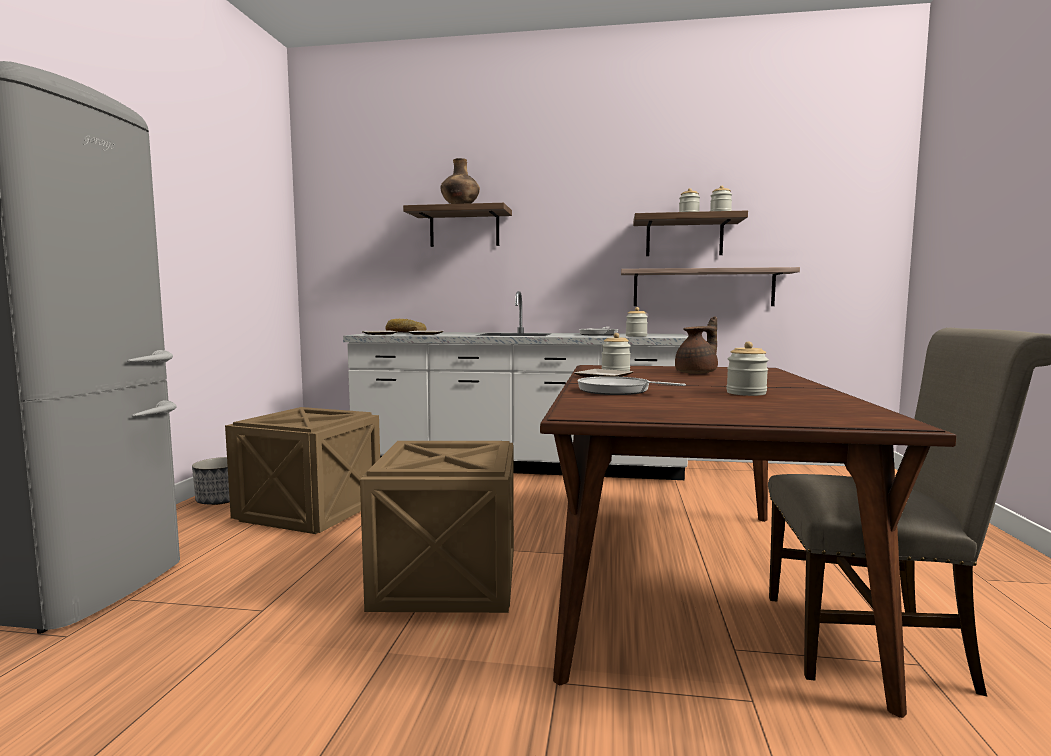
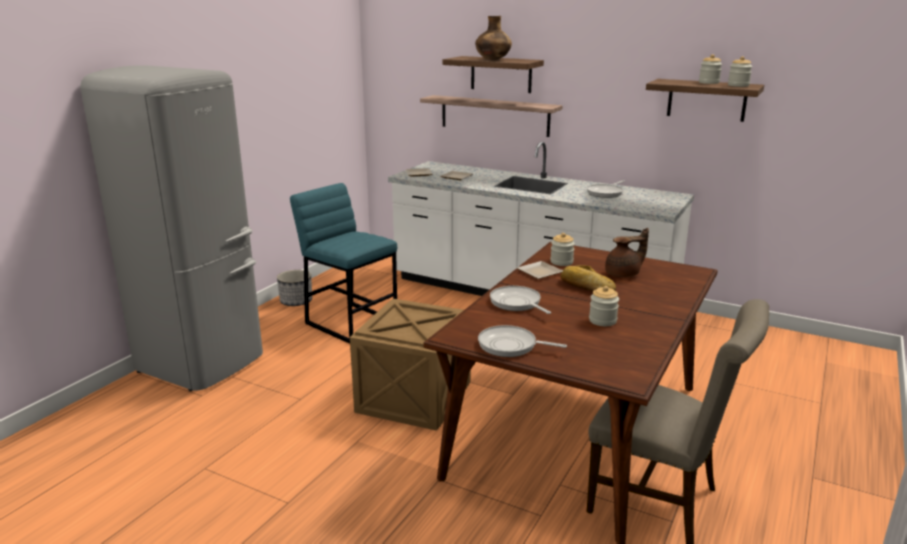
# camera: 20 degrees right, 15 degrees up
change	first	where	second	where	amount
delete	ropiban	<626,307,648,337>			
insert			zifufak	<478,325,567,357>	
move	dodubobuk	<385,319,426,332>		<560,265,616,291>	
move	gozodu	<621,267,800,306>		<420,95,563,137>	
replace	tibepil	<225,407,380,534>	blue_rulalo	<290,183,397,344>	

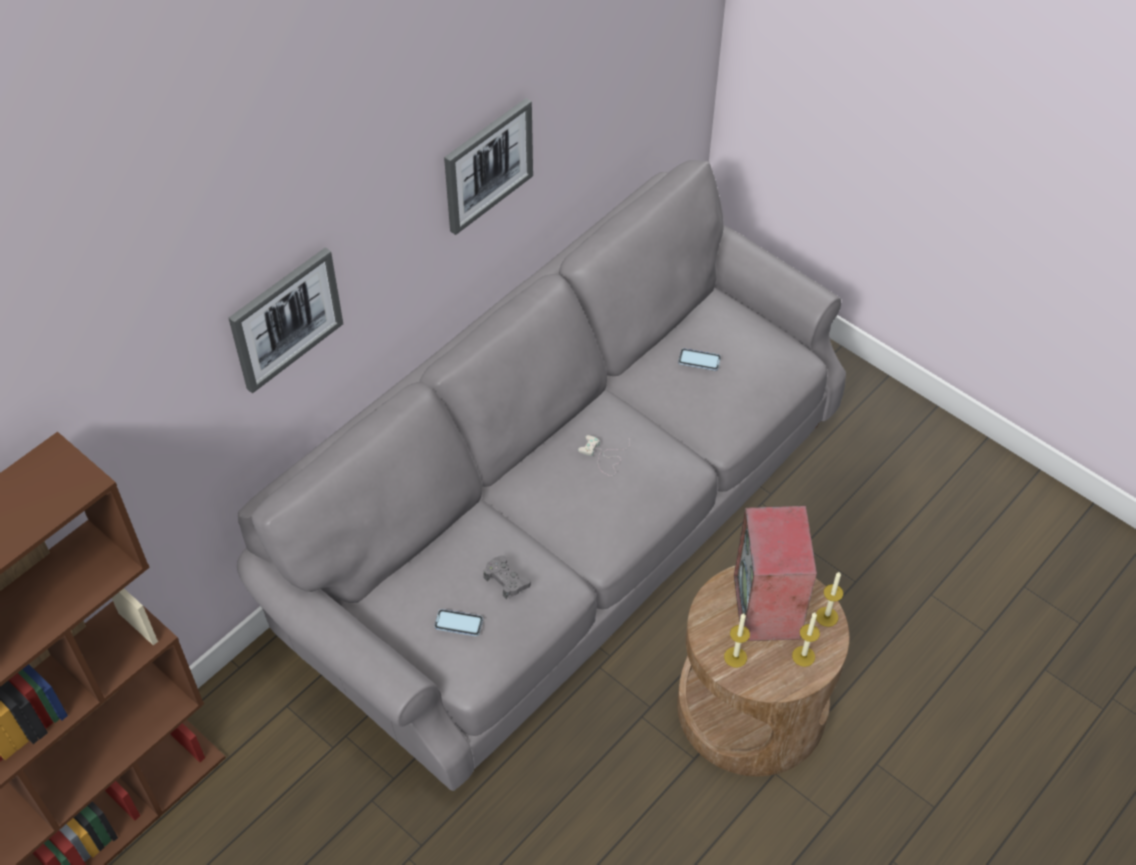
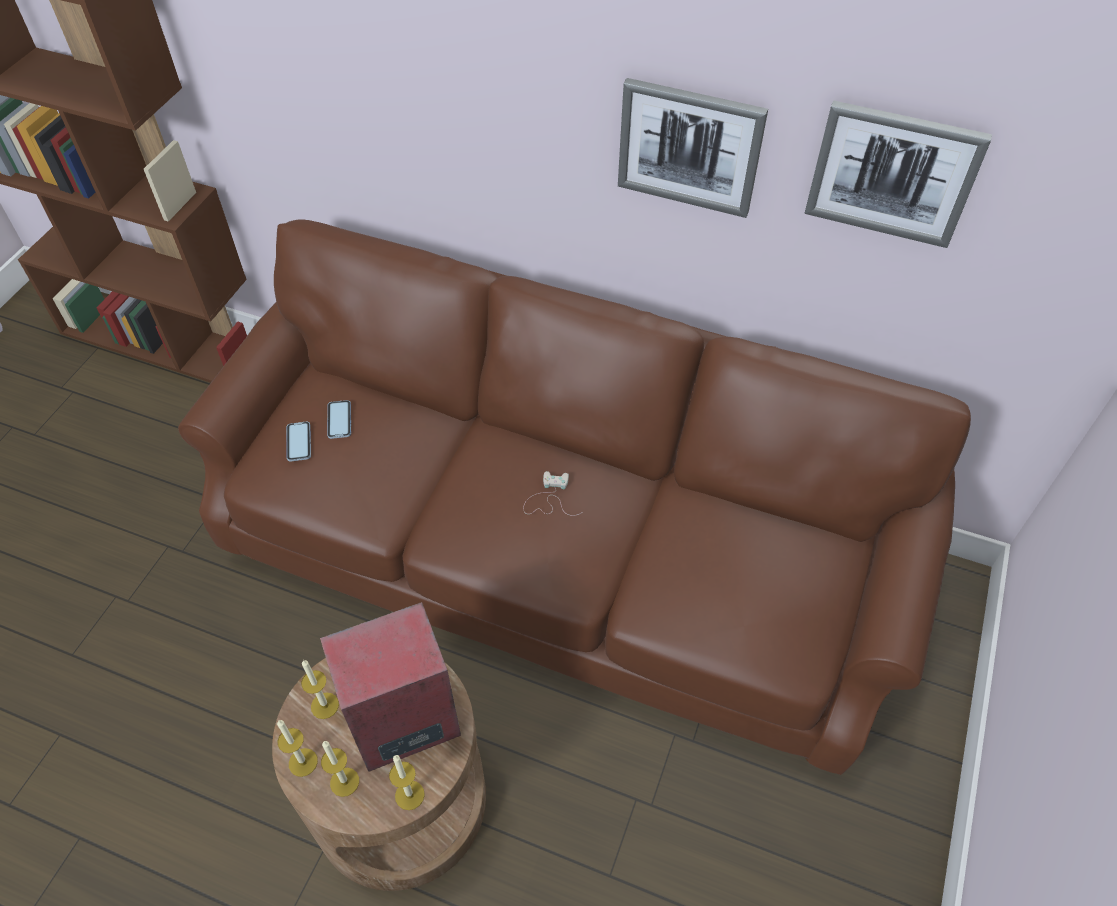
# camera: 70 degrees right, 0 degrees up
change	first	where	second	where	amount
delete	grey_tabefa	<484,555,531,599>			
insert			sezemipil	<277,720,318,777>	
move	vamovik	<229,247,343,393>		<804,100,992,248>	
move	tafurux	<678,348,721,371>		<327,400,351,439>	
recolor	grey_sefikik	<237,160,846,791>	brown_sefikik	<178,219,971,775>	

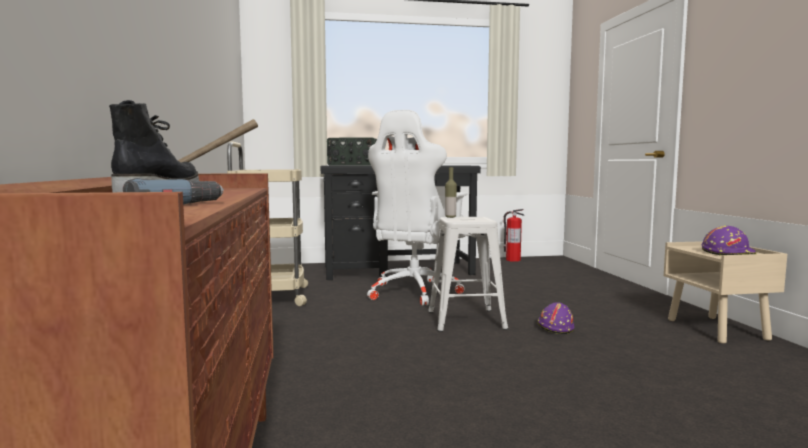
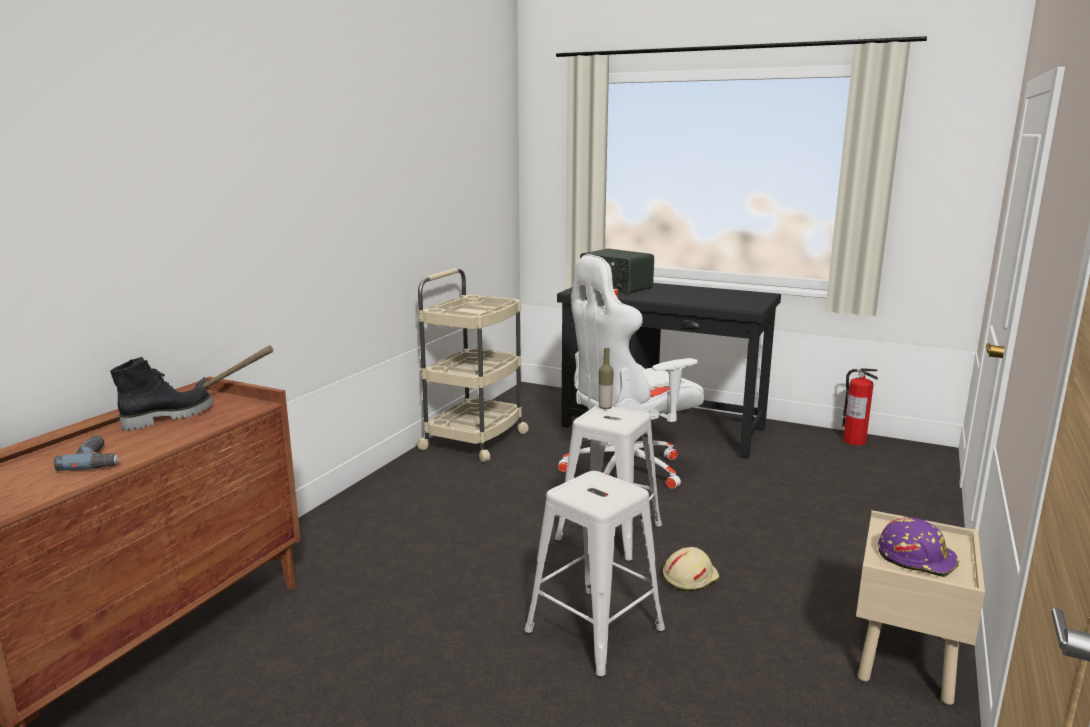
# camera: 35 degrees right, 10 degrees up
change	first	where	second	where	amount
insert			white_rulalo	<524,471,665,678>	
recolor	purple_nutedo	<537,302,574,334>	beige_nutedo	<663,547,720,592>	

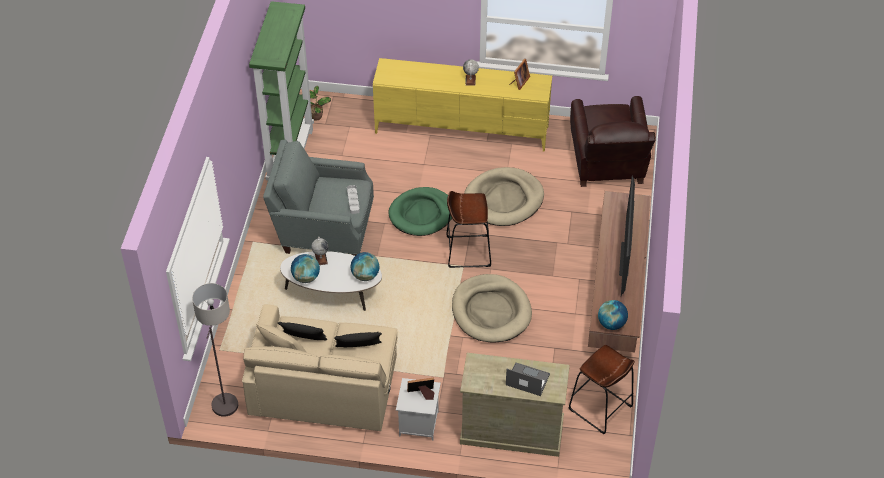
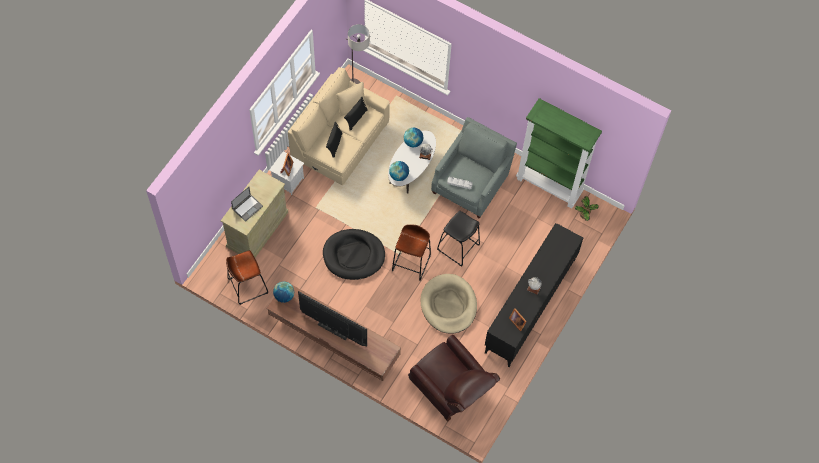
# camera: 110 degrees right, 15 degrees up
change	first	where	second	where	amount
replace	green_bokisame	<388,187,452,236>	black_rulalo	<437,211,480,266>	
recolor	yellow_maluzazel	<373,58,552,152>	black_maluzazel	<485,223,583,367>	
recolor	beige_bokisame	<452,274,532,343>	black_bokisame	<323,229,385,280>	
rotate	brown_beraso	<570,96,656,187>		<408,335,500,422>	150 degrees counterclockwise

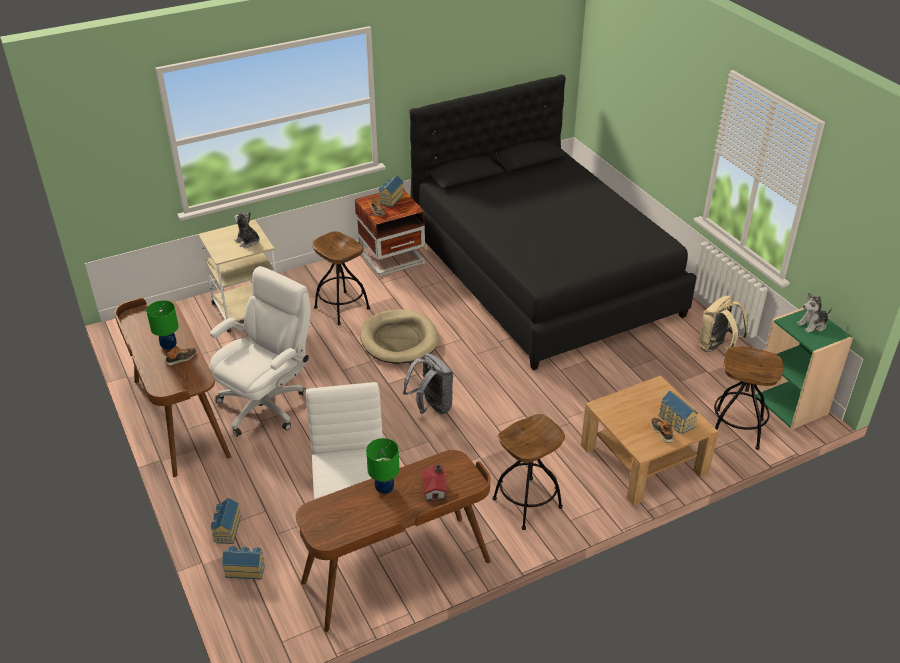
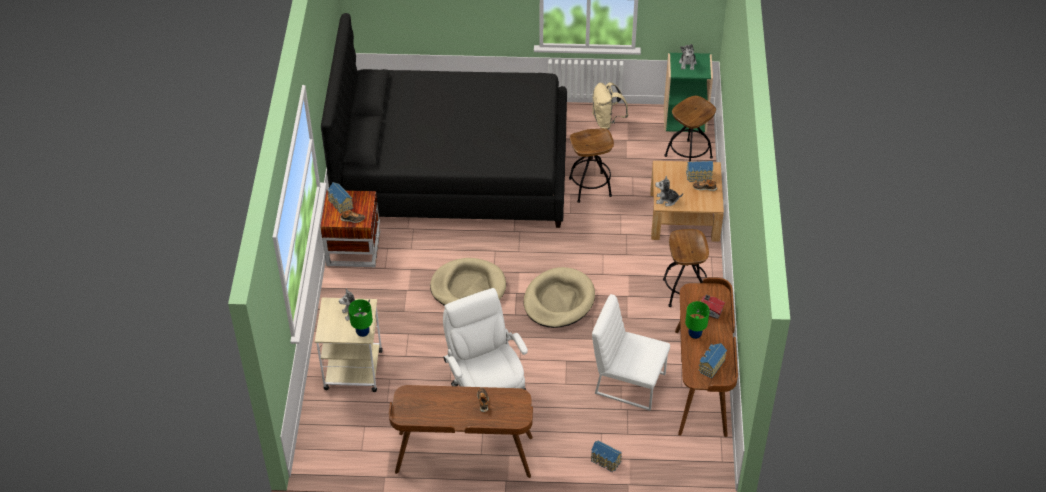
# camera: 60 degrees left, 10 degrees up
change	first	where	second	where	amount
insert			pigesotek	<655,176,683,207>	
move	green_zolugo	<146,300,179,350>		<348,299,373,337>	
move	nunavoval	<222,546,265,579>		<698,343,727,378>	
move	brown_rulalo	<312,231,370,325>		<569,128,614,203>	
replace	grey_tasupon	<403,353,454,414>	beige_bokisame	<523,267,595,328>	

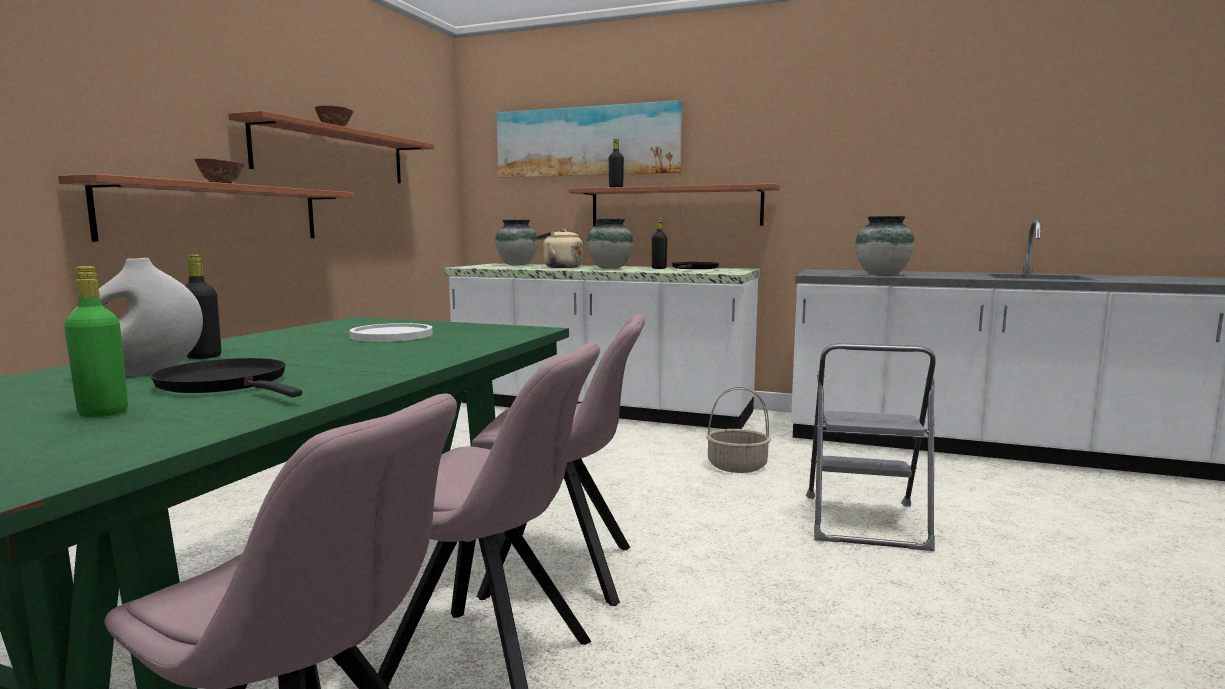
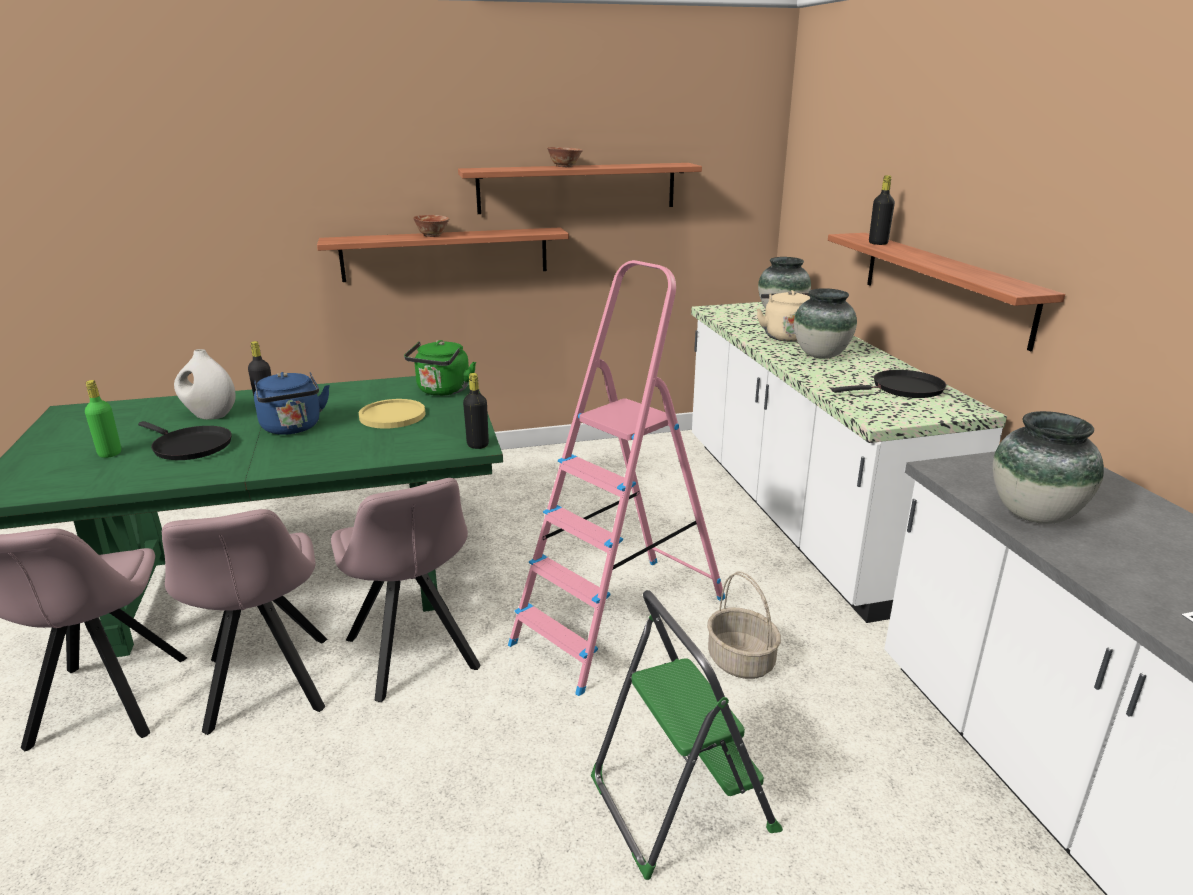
# camera: 55 degrees right, 15 degrees up
change	first	where	second	where	amount
delete	vamovik	<496,100,682,178>			
insert			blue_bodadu	<254,372,330,435>	
insert			green_bodadu	<404,340,476,396>	
insert			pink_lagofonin	<508,260,725,696>	
move	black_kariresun	<652,219,667,269>		<463,373,489,449>	
recolor	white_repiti	<349,323,433,342>	yellow_repiti	<359,399,426,429>	
recolor	grey_lagofonin	<806,343,936,551>	green_lagofonin	<591,590,783,880>	
rotate	black_zifufak	<150,358,302,397>		<138,421,232,460>	120 degrees clockwise

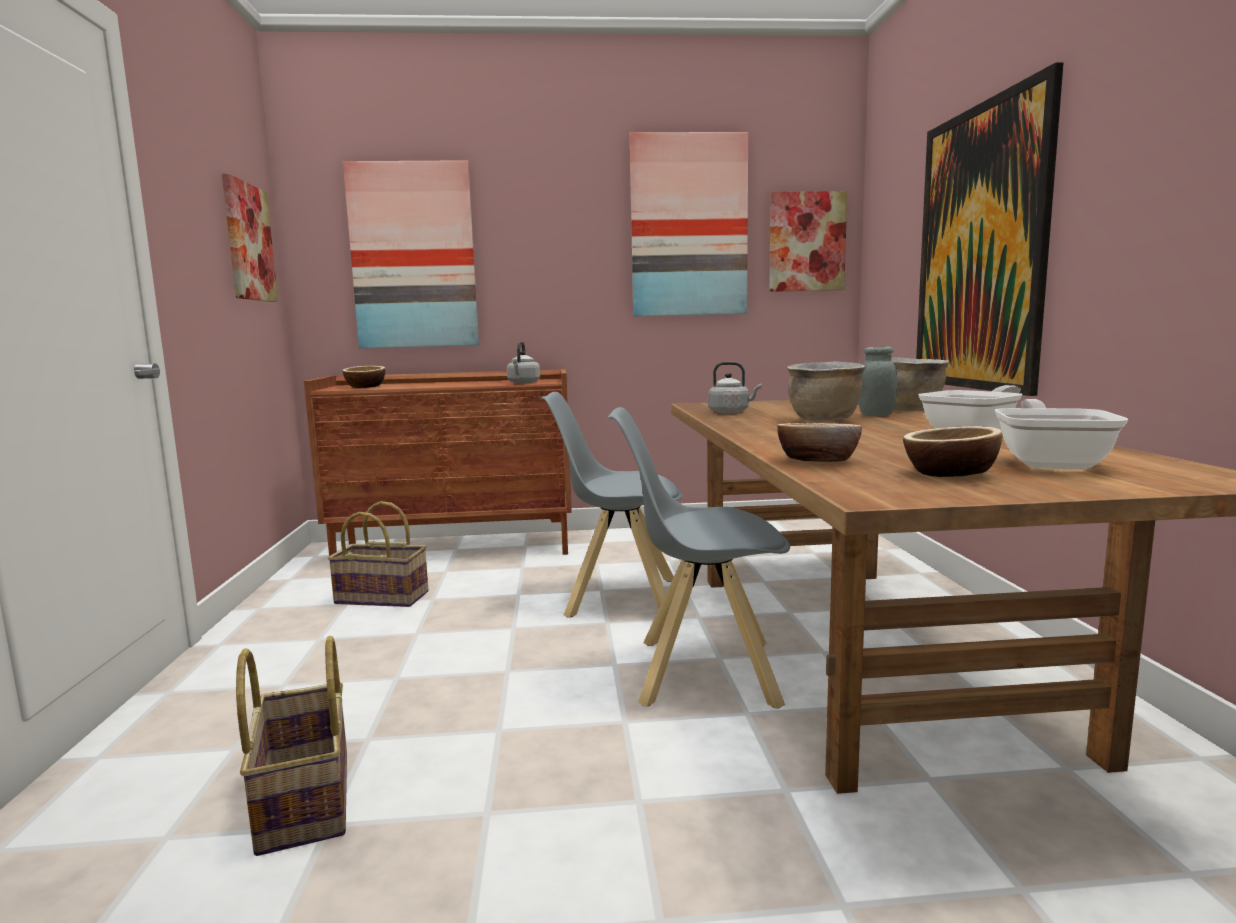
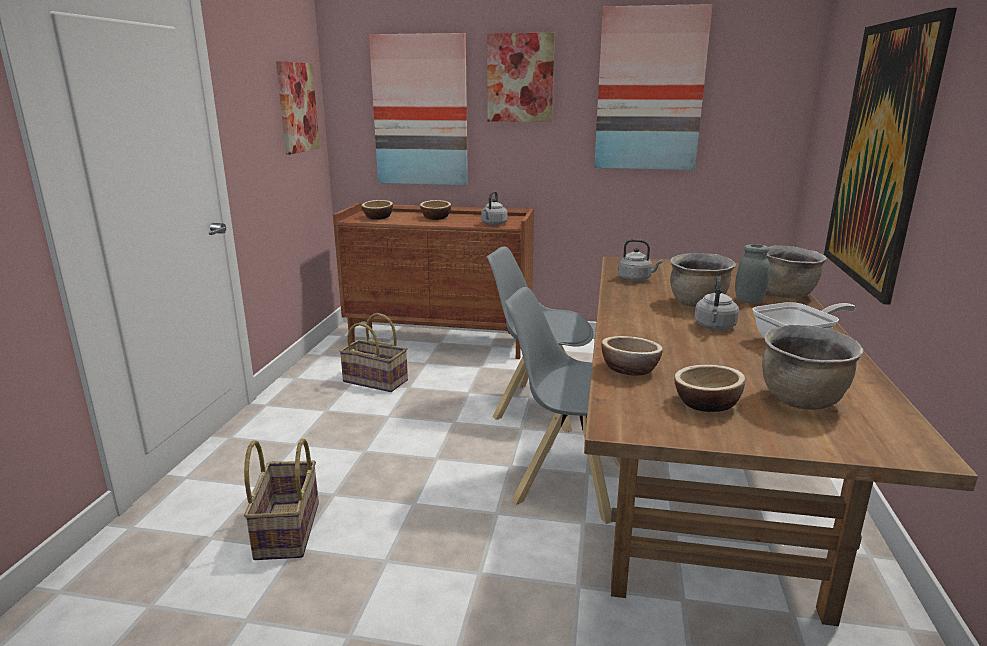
# camera: 15 degrees right, 10 degrees up
change	first	where	second	where	amount
insert			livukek	<420,200,451,220>	
insert			grey_bodadu	<694,276,739,330>	
move	vamovik	<769,191,847,292>		<487,33,555,122>	
replace	zifufak	<995,399,1129,470>	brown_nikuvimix	<762,325,864,410>	

